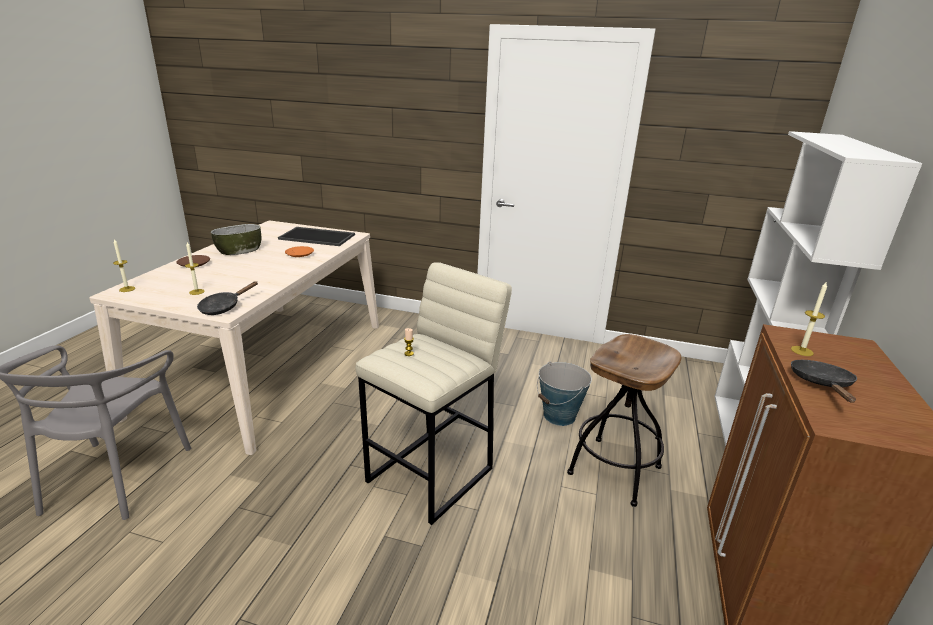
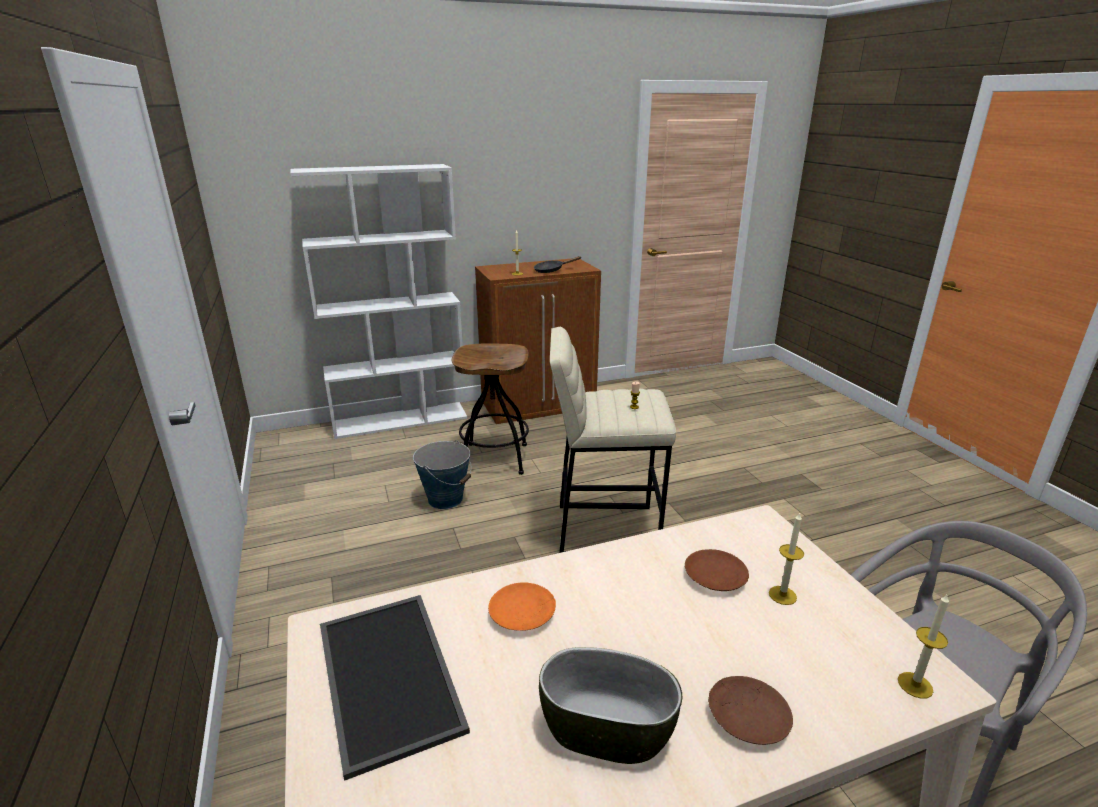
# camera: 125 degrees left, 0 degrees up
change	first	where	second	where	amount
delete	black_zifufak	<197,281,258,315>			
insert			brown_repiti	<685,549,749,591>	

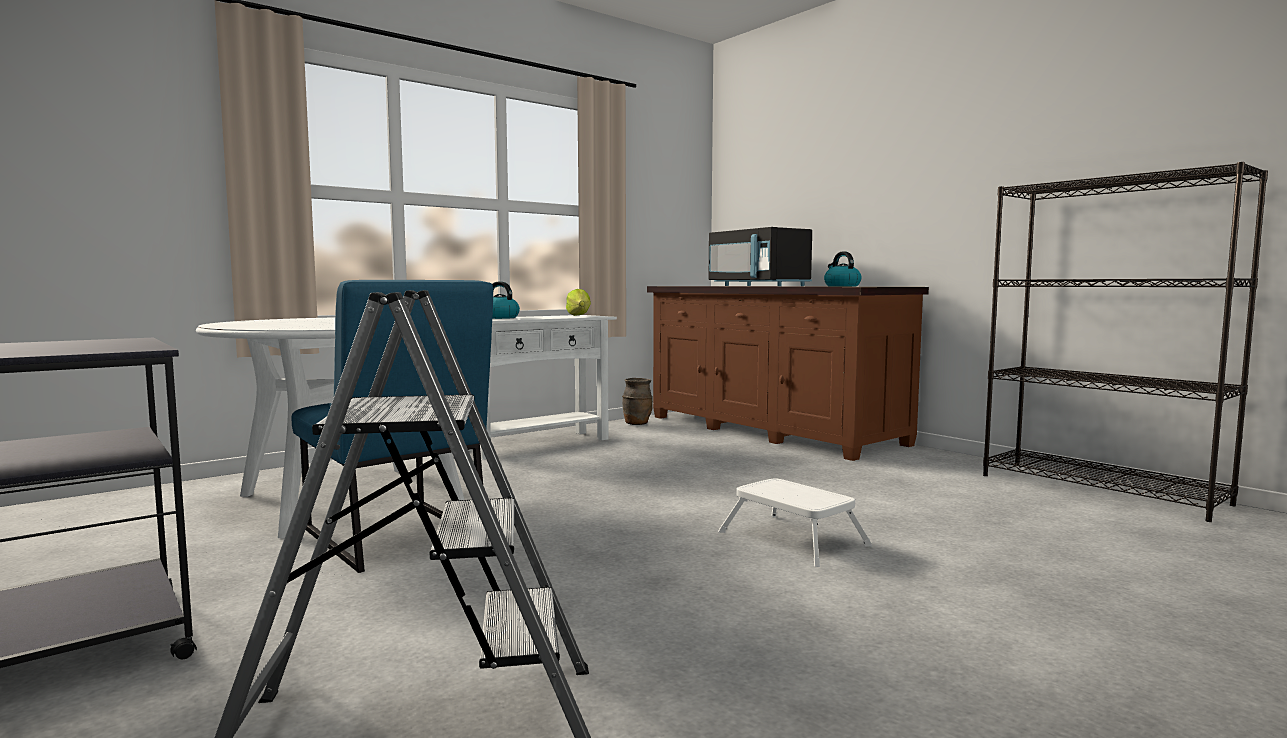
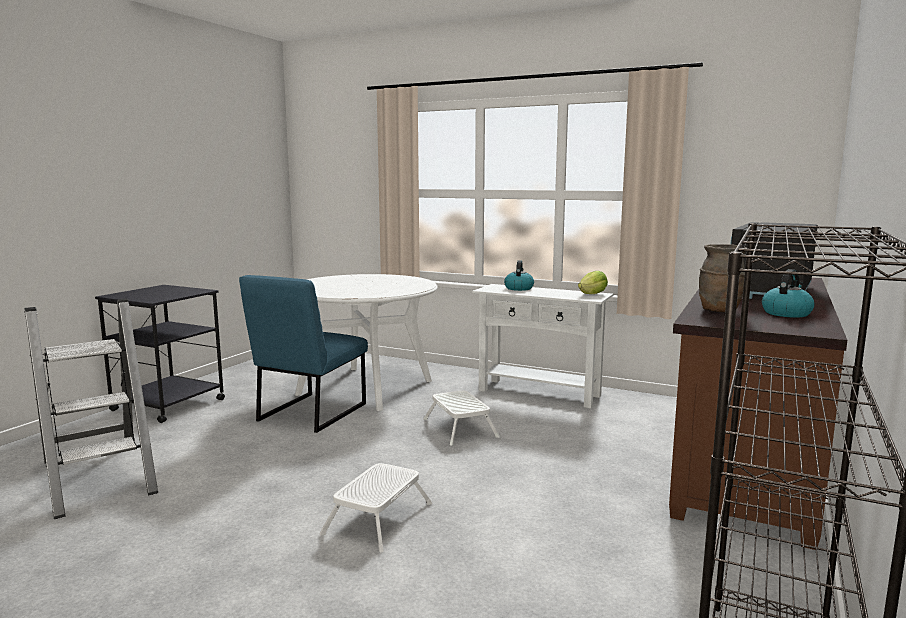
# camera: 65 degrees right, 5 degrees up
change	first	where	second	where	amount
insert			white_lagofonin	<424,391,500,446>	
move	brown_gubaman	<622,378,653,425>		<699,244,747,312>	

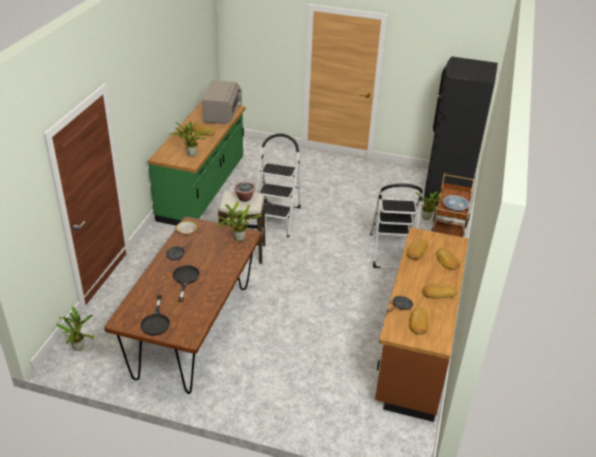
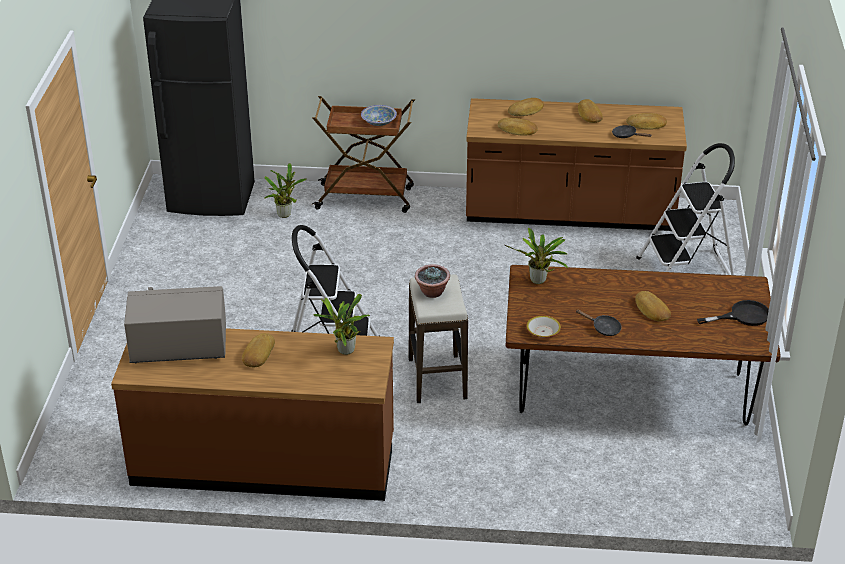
# camera: 100 degrees left, 0 degrees up
change	first	where	second	where	amount
delete	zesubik	<56,306,94,351>			
move	lagofonin	<370,184,423,269>		<636,143,735,275>	
replace	black_zifufak	<173,265,200,302>	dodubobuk	<635,291,671,321>	
recolor	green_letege	<148,102,245,226>	brown_letege	<111,328,394,501>	

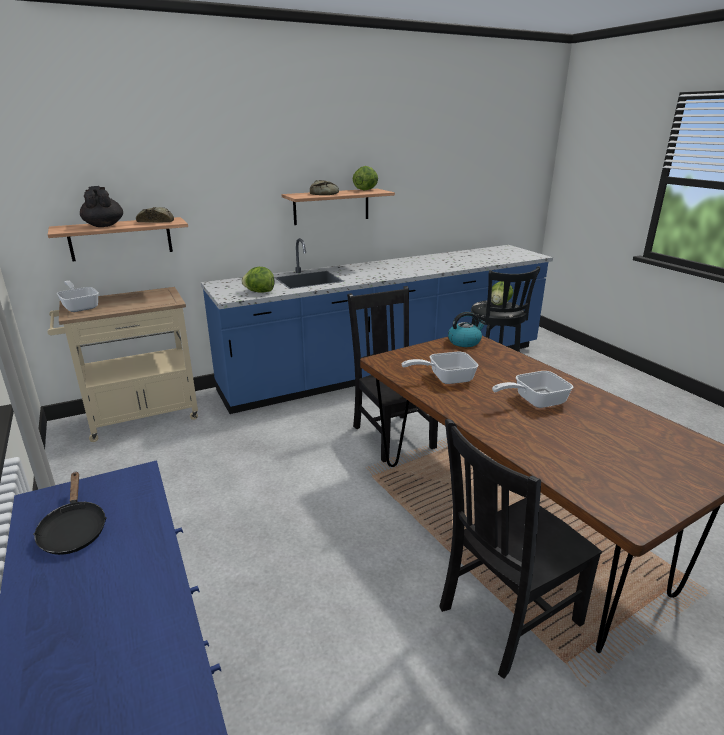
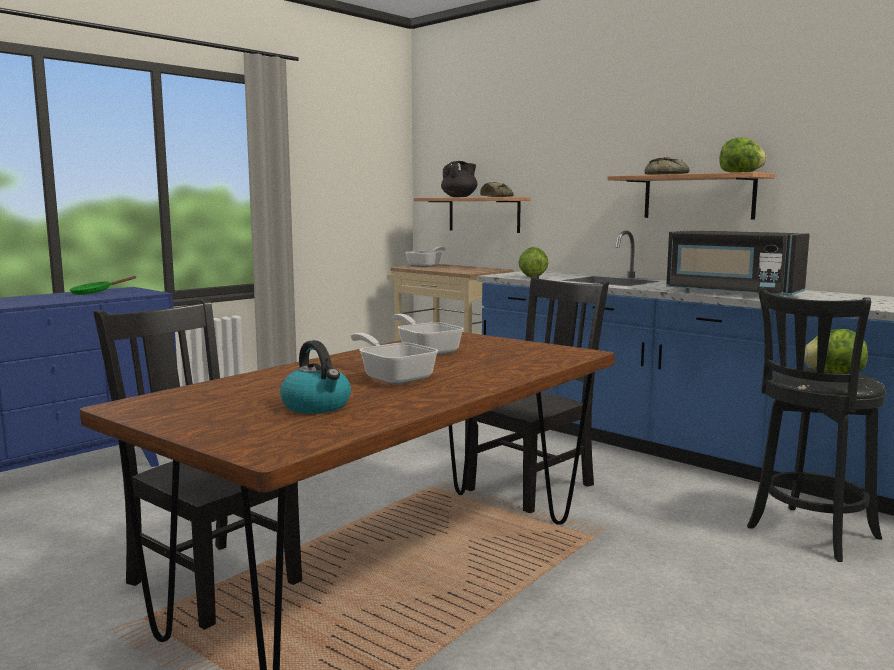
# camera: 70 degrees right, 15 degrees down
change	first	where	second	where	amount
insert			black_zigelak	<666,231,810,296>	
move	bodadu	<448,312,486,347>		<280,340,351,414>	
recolor	black_zifufak	<33,472,107,555>	green_zifufak	<70,276,136,295>	

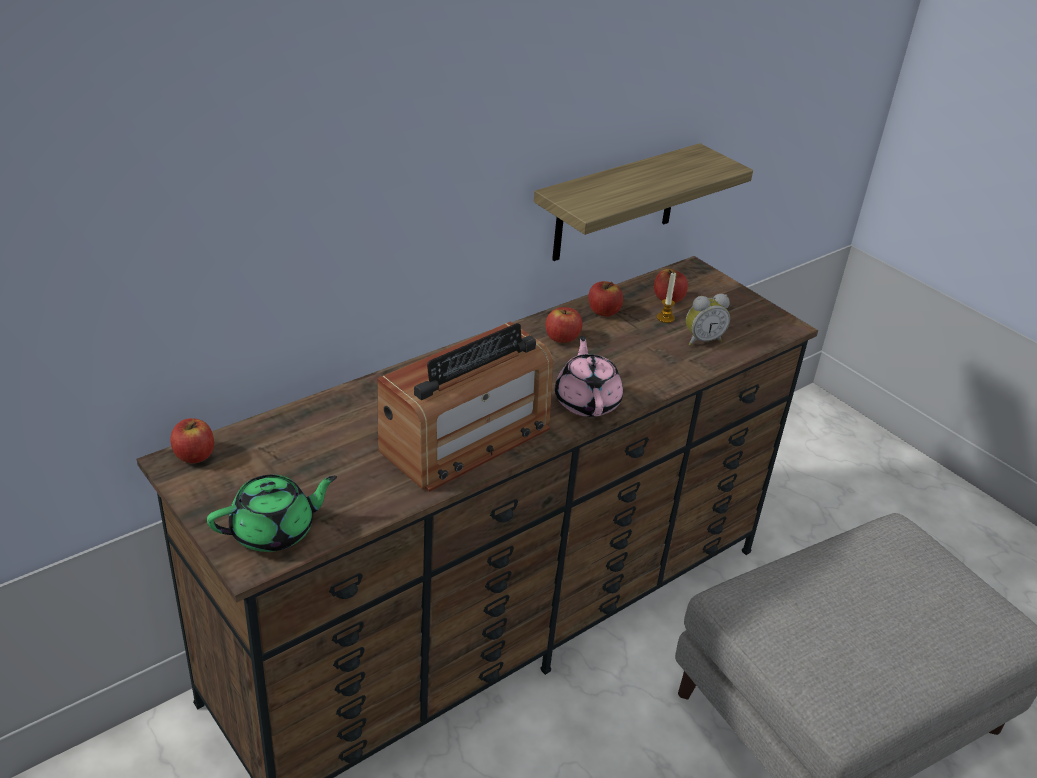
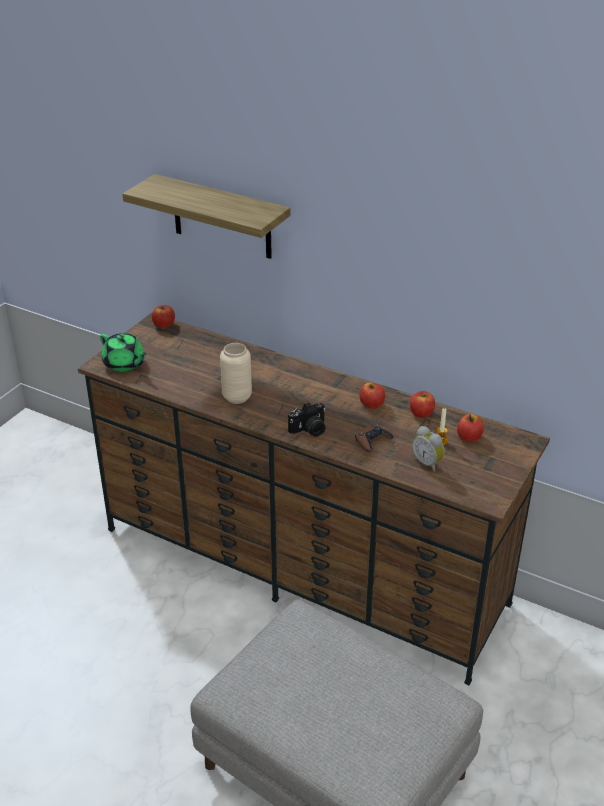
# camera: 70 degrees right, 0 degrees up
change	first	where	second	where	amount
insert			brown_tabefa	<355,423,394,452>	
move	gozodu	<534,143,753,261>		<123,174,291,259>	
replace	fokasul	<377,322,553,492>	beige_gubaman	<220,343,252,404>	
replace	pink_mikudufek	<555,335,623,417>	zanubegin	<288,402,326,437>	

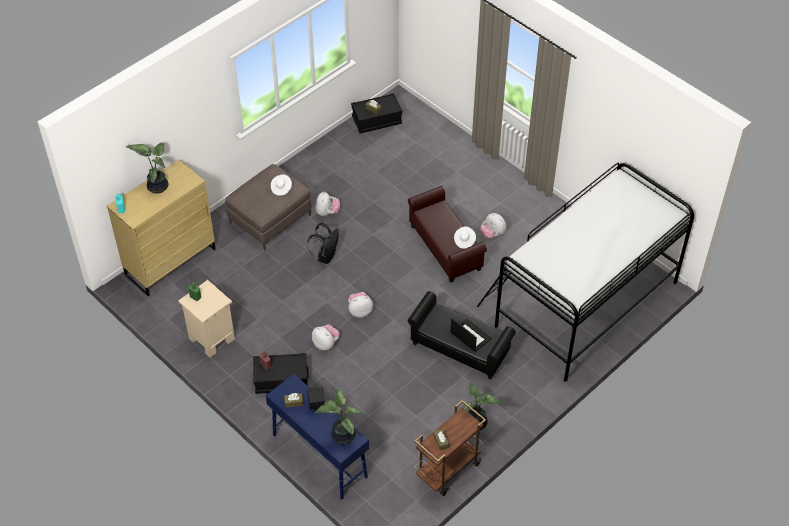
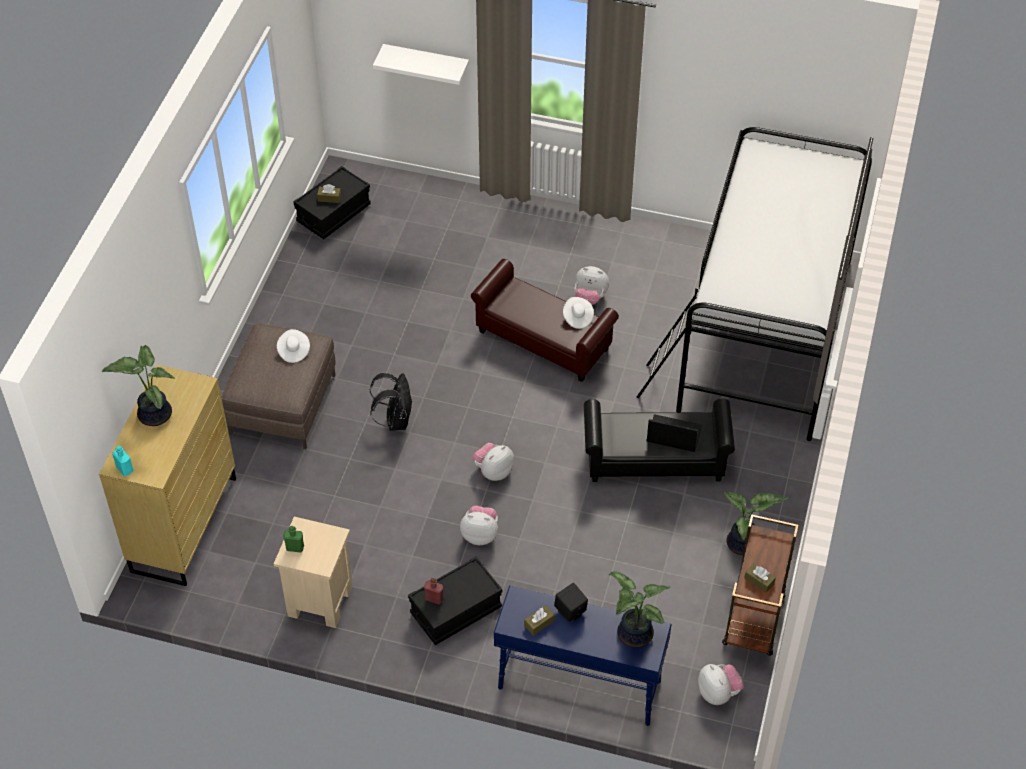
# camera: 30 degrees left, 0 degrees up
change	first	where	second	where	amount
insert			white_gozodu	<373,44,469,85>	
move	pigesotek	<316,192,340,216>		<698,664,744,705>	

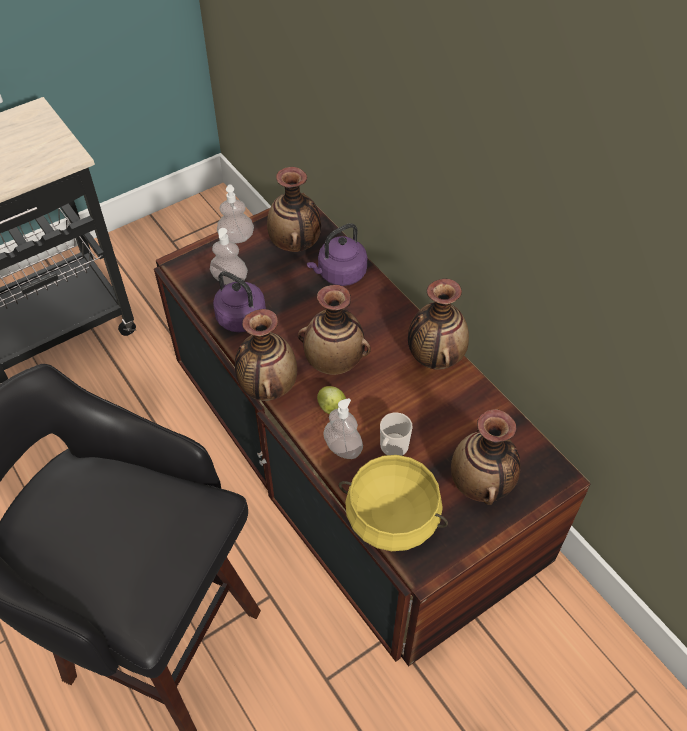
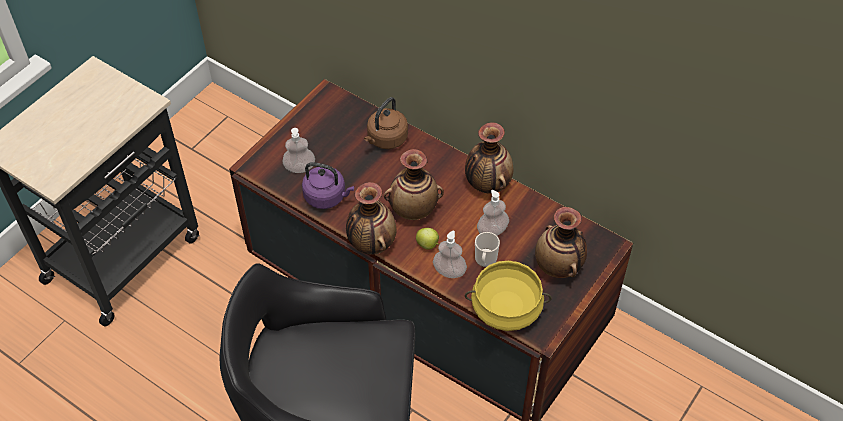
# camera: 20 degrees left, 0 degrees up
change	first	where	second	where	amount
delete	gubaman	<267,167,321,252>			
move	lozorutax	<217,184,254,243>		<477,190,509,236>	
recolor	purple_bodadu	<307,223,367,286>	brown_bodadu	<364,97,408,149>	

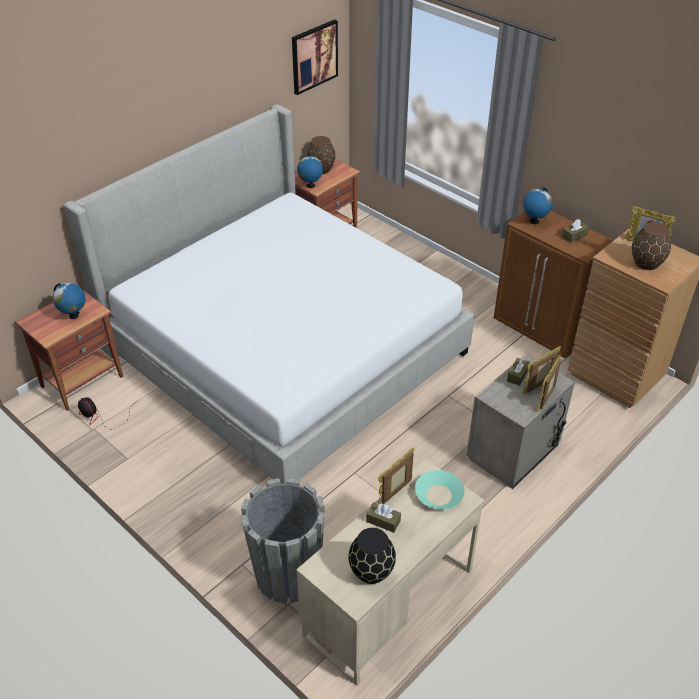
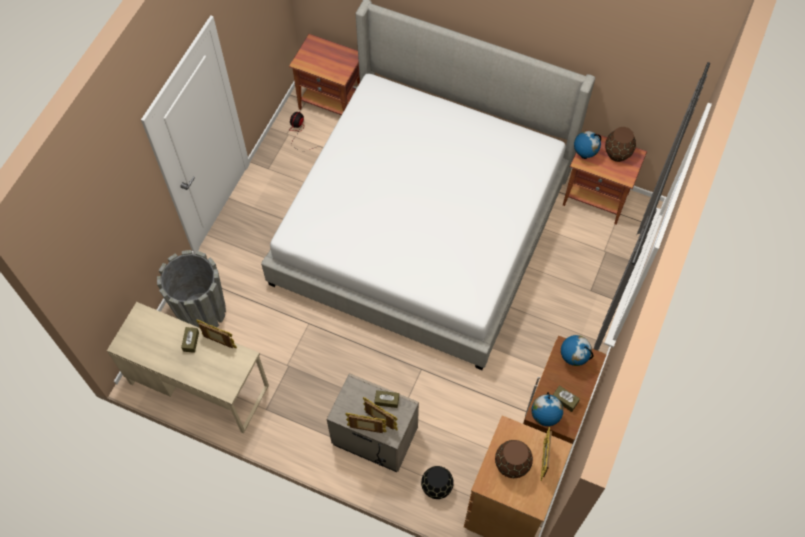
# camera: 70 degrees right, 20 degrees up
change	first	where	second	where	amount
delete	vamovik	<292,19,338,95>			
delete	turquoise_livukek	<415,470,464,509>			
move	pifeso	<53,283,85,319>		<532,392,563,426>	
move	black_gubaman	<348,528,396,584>		<421,466,454,499>	

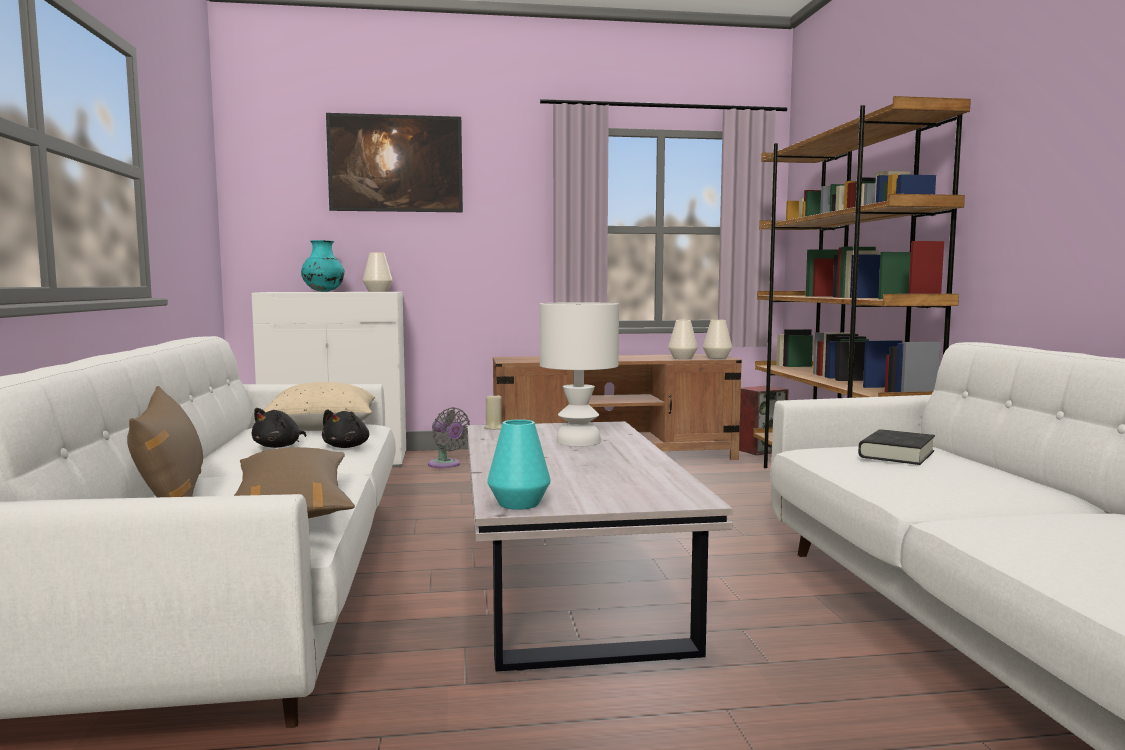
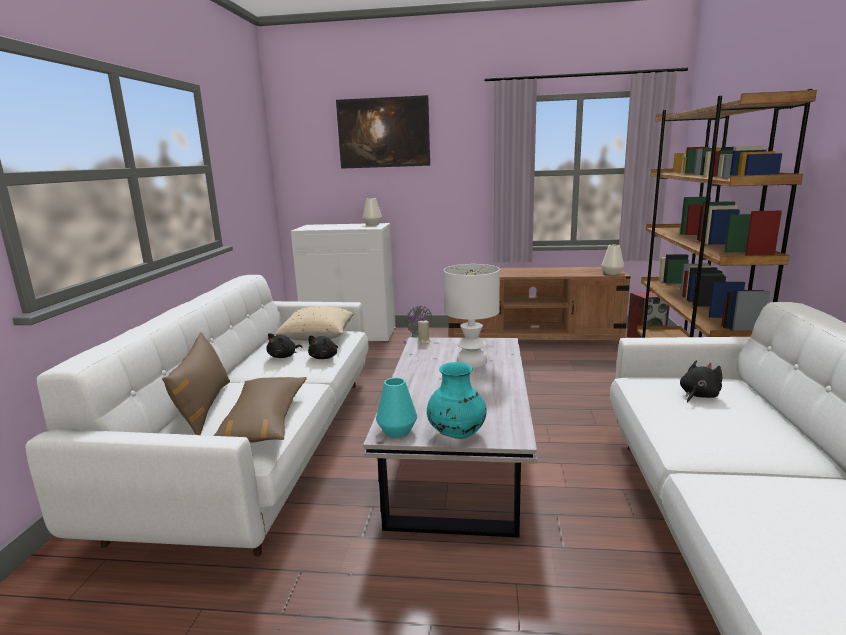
# camera: 15 degrees right, 10 degrees up
change	first	where	second	where	amount
delete	white_gubaman	<668,320,698,359>			
move	turquoise_gubaman	<301,240,345,292>		<427,362,487,439>	
replace	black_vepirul	<858,429,935,465>	black_pigesotek	<680,360,722,403>	

